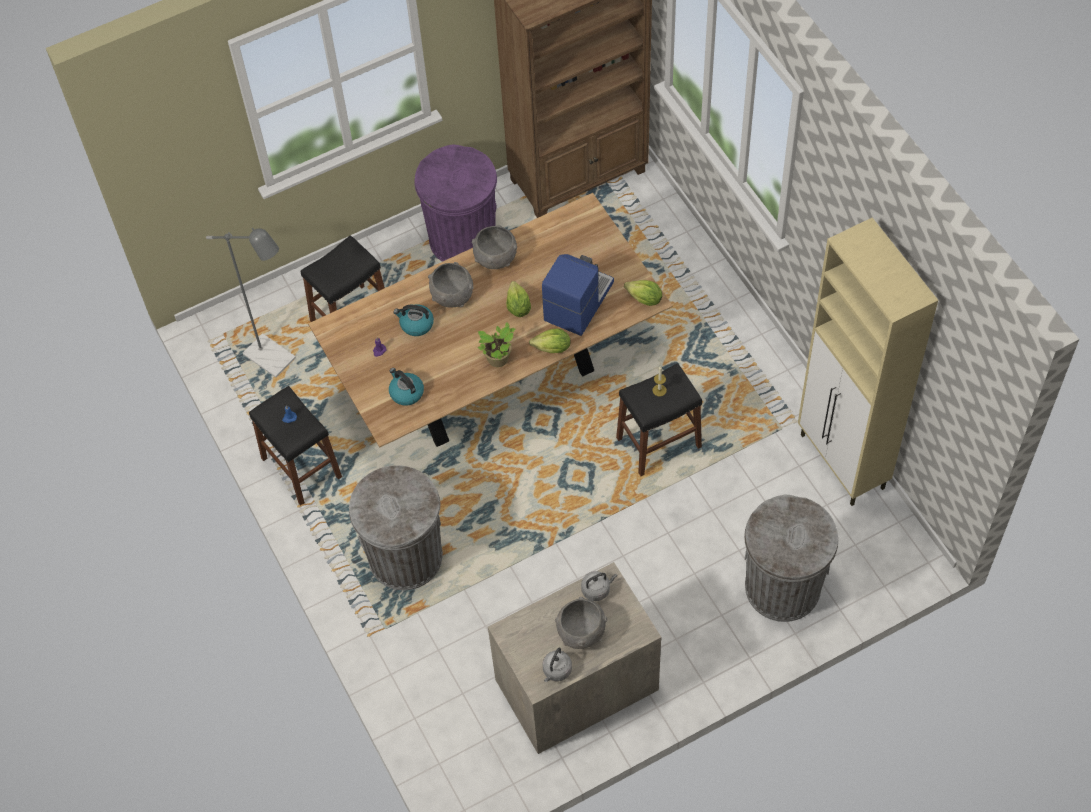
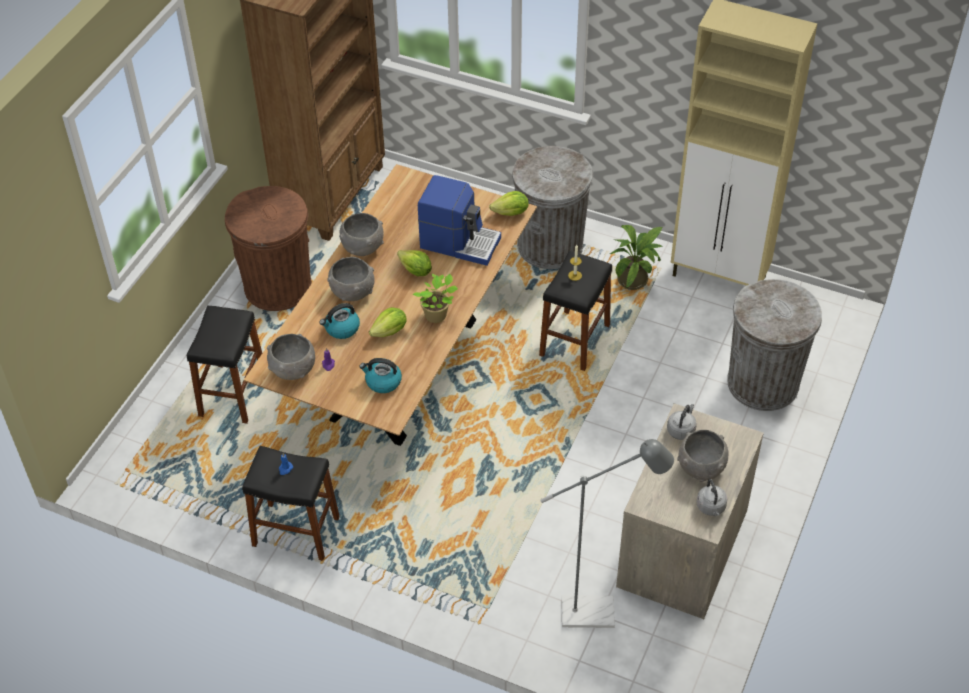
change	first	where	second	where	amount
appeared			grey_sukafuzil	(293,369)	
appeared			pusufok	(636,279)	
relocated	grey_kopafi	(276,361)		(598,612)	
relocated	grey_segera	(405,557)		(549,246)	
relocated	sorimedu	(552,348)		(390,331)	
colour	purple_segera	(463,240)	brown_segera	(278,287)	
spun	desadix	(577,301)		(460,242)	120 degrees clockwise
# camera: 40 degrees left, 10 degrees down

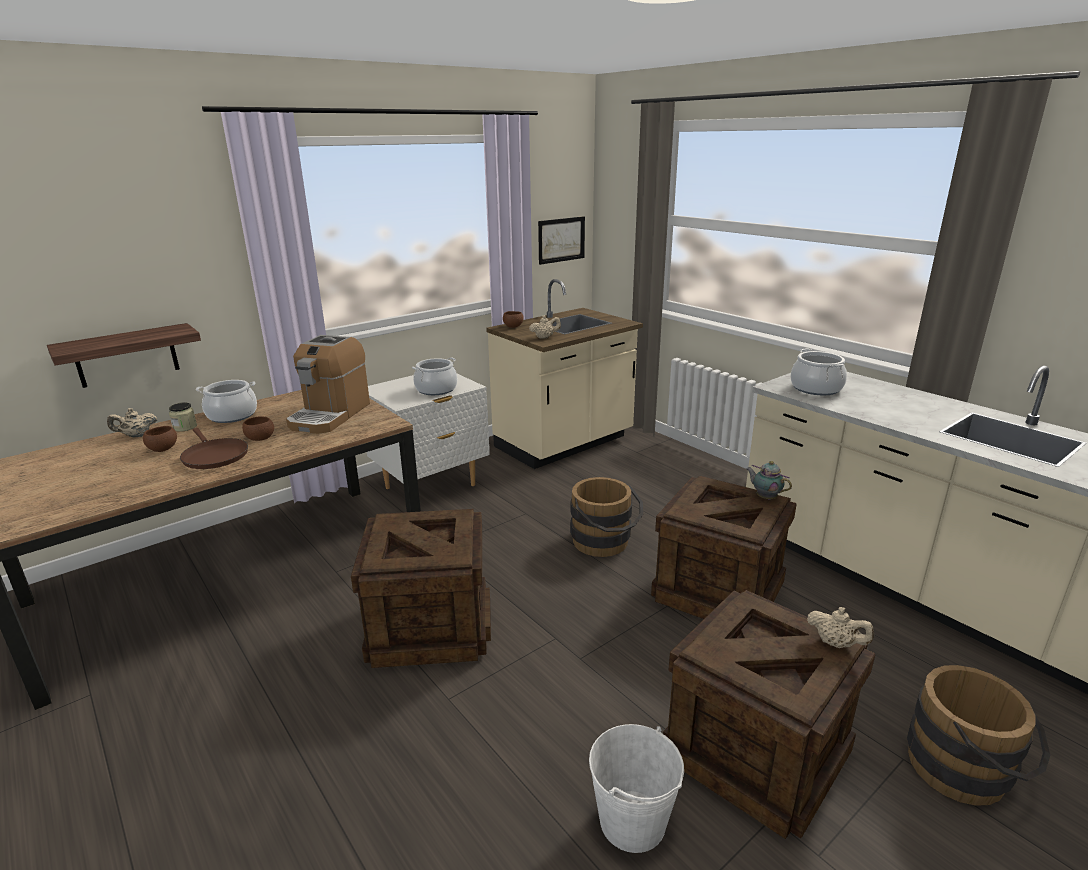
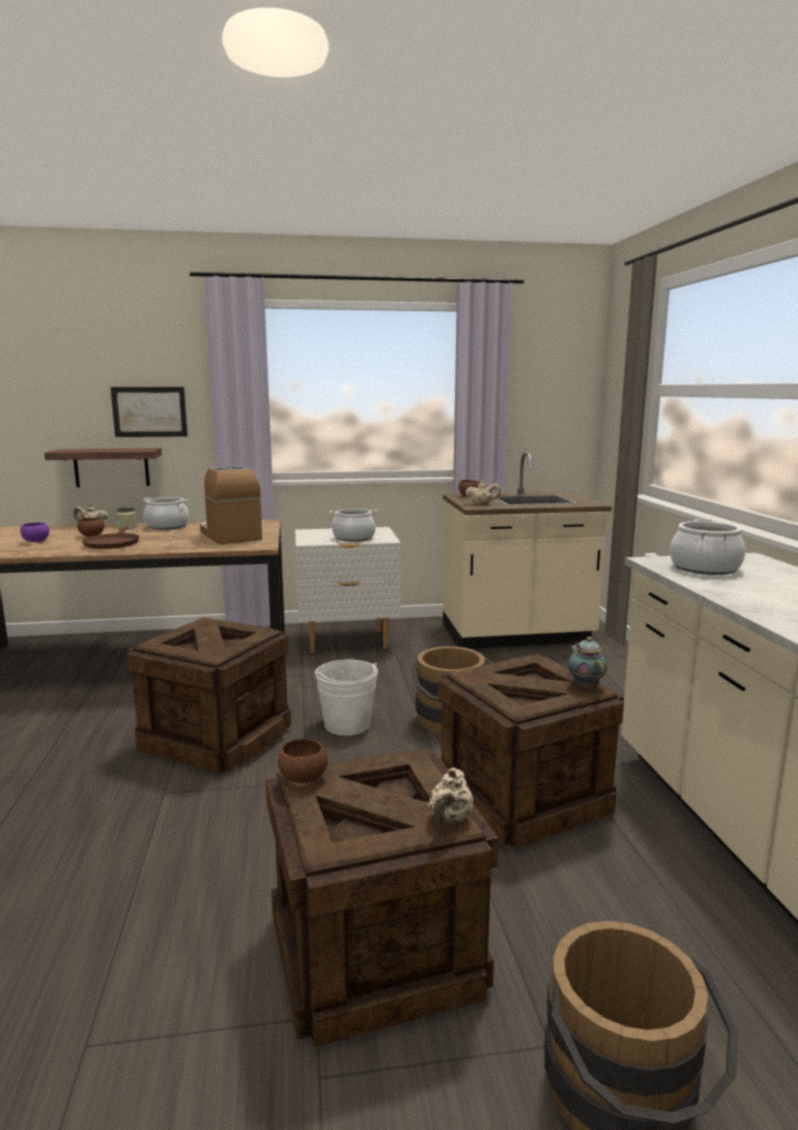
change	first	where	second	where	amount
appeared			purple_sukafuzil	(36,541)	
relocated	brown_sukafuzil	(260,439)		(303,778)	
relocated	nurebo	(561,240)		(149,412)	
relocated	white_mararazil	(632,821)		(347,725)	
spun	desadix	(330,415)		(230,535)	105 degrees clockwise
spun	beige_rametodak	(836,643)		(449,820)	45 degrees clockwise
# camera: 30 degrees right, 10 degrees down

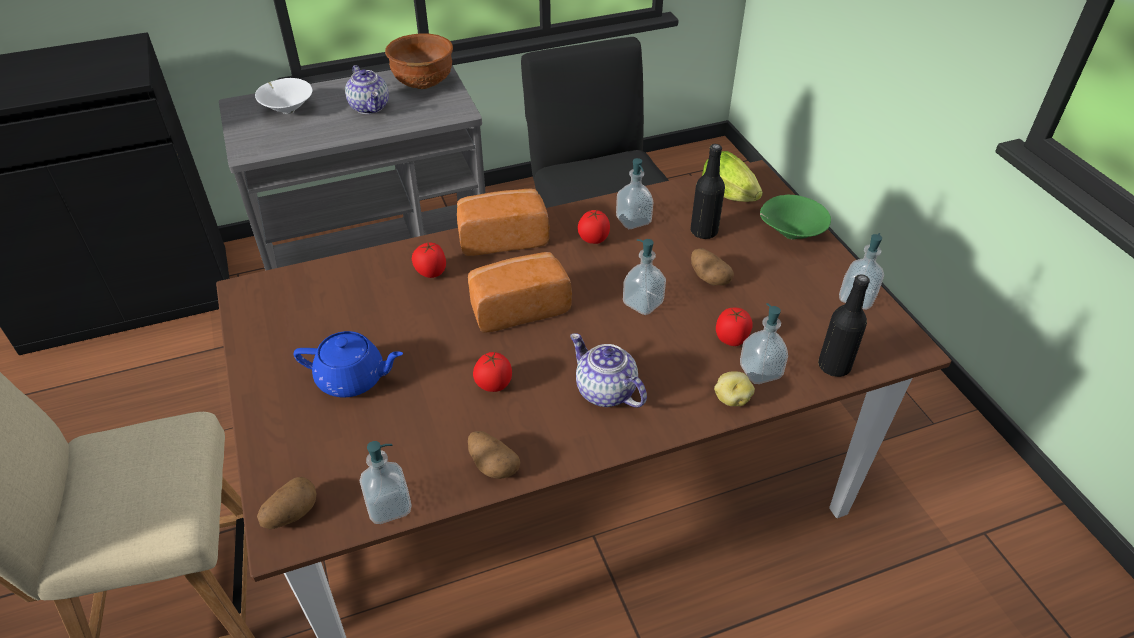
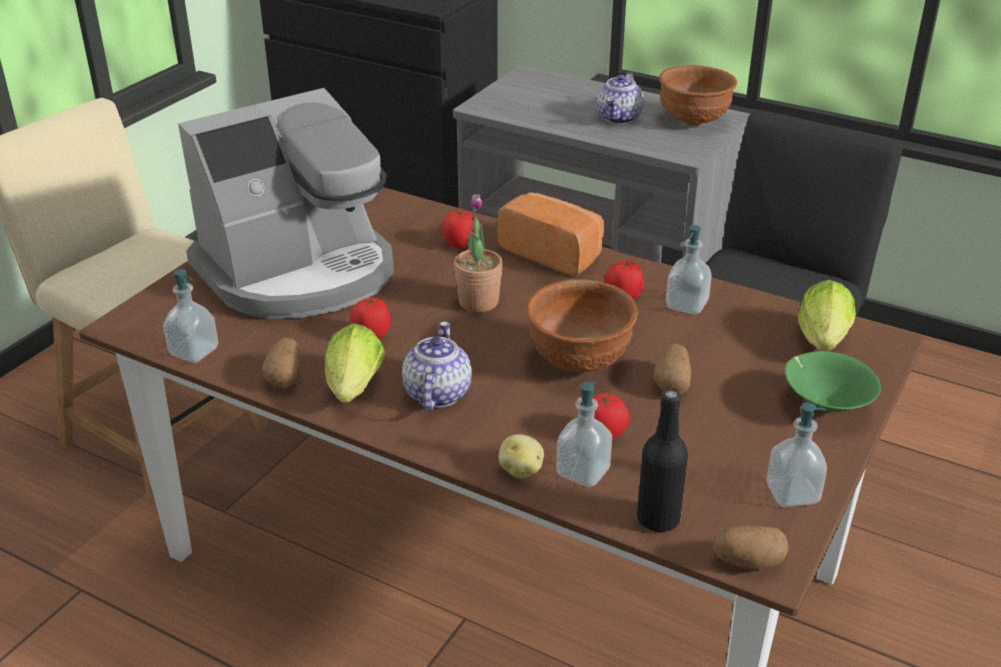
change	first	where	second	where	amount
missing	white_sukafuzil	(287,110)			
missing	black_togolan	(704,231)			
appeared			sorimedu	(353,391)	
relocated	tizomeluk	(291,514)		(748,561)	
exchanged	blue_rametodak	(353,379)	desadix	(299,272)	
exchanged	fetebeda	(517,306)	pusufok	(478,302)	
exchanged	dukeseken	(643,303)	brown_sukafuzil	(578,362)	
# camera: 50 degrees right, 10 degrees down

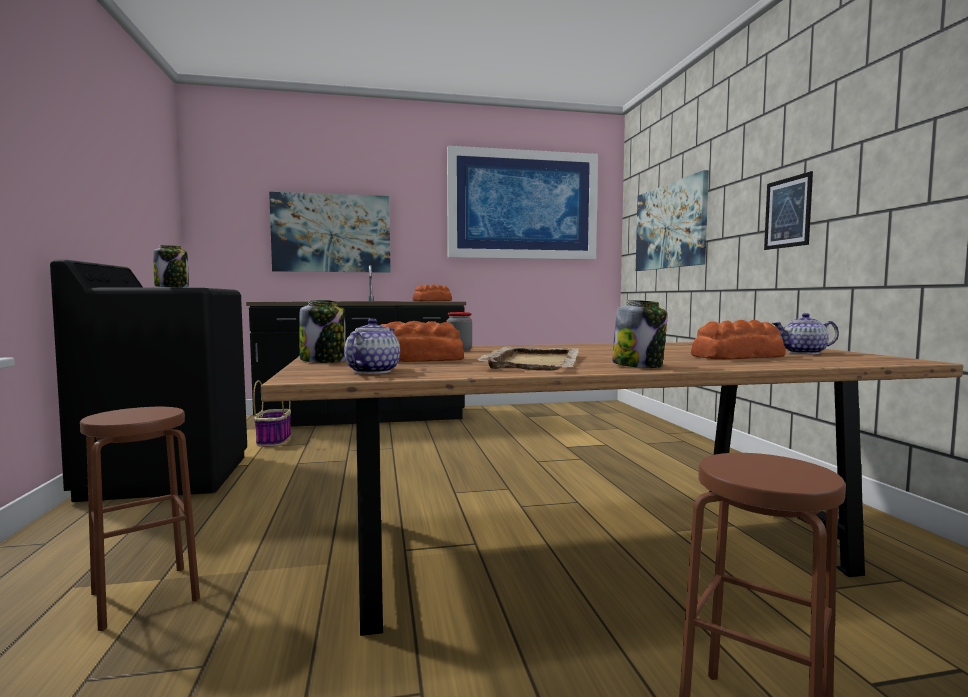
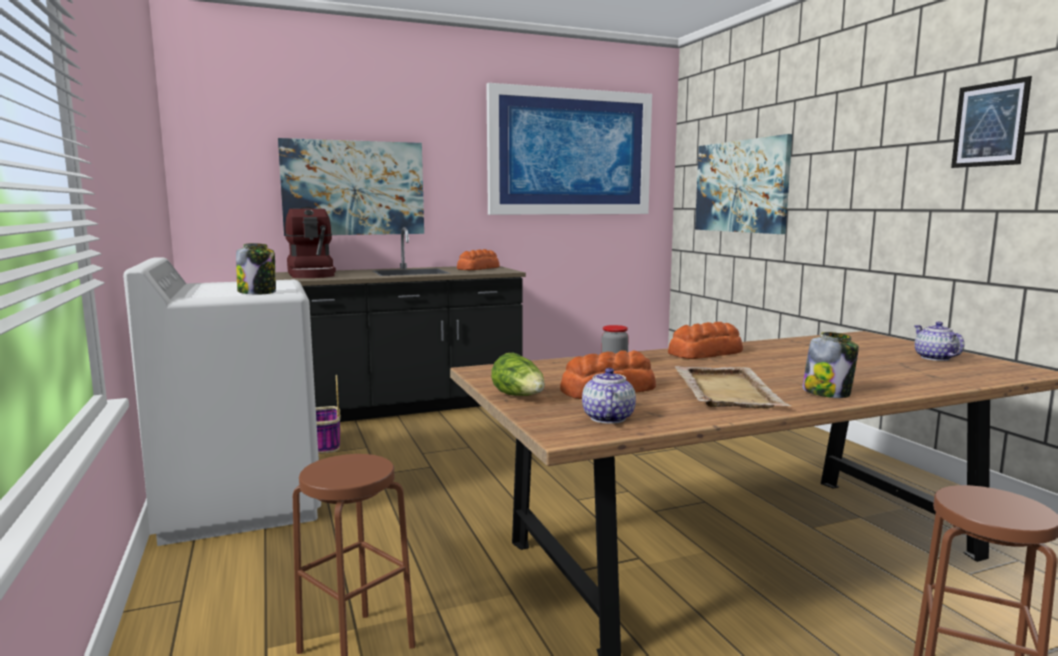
change	first	where	second	where	amount
appeared			desadix	(312,274)	
relocated	fetebeda	(738,357)		(706,353)	
relocated	nurebo	(787,212)		(989,124)	
exchanged	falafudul	(324,360)	sorimedu	(520,397)	
colour	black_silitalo	(168,476)	white_silitalo	(241,502)	
spun	rametodak	(804,352)		(935,358)	90 degrees clockwise
# camera: 10 degrees left, 5 degrees up

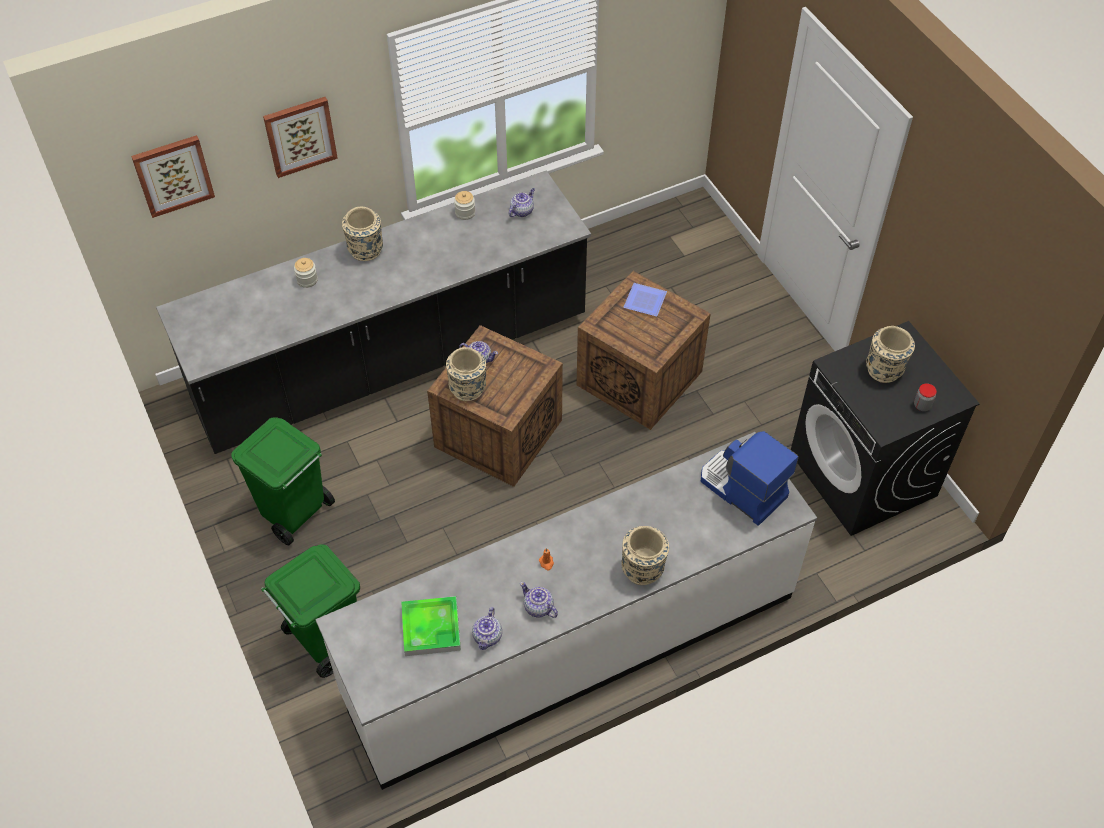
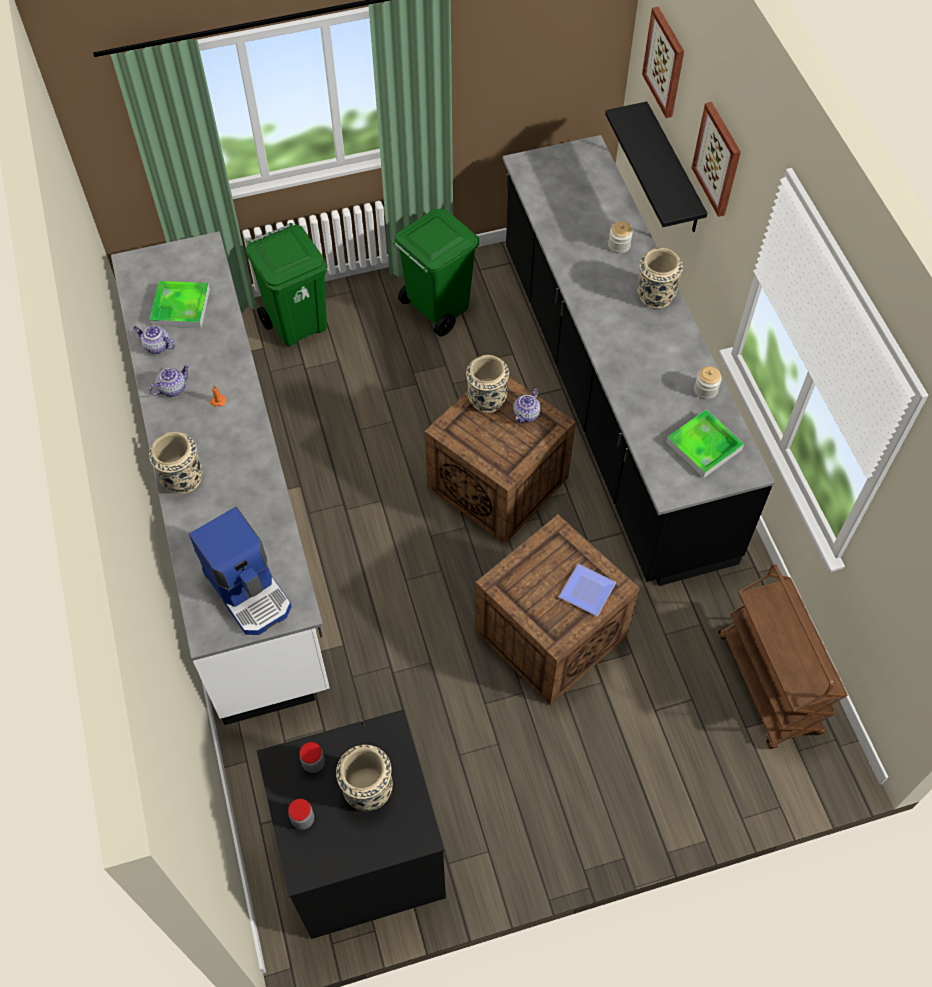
change	first	where	second	where	amount
appeared			falafudul	(313,763)	
appeared			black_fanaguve	(673,170)	
appeared			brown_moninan	(769,685)	
exchanged	rametodak	(522,211)	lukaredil	(703,446)	
spun	desadix	(741,489)		(249,590)	90 degrees clockwise
# camera: 100 degrees right, 5 degrees up

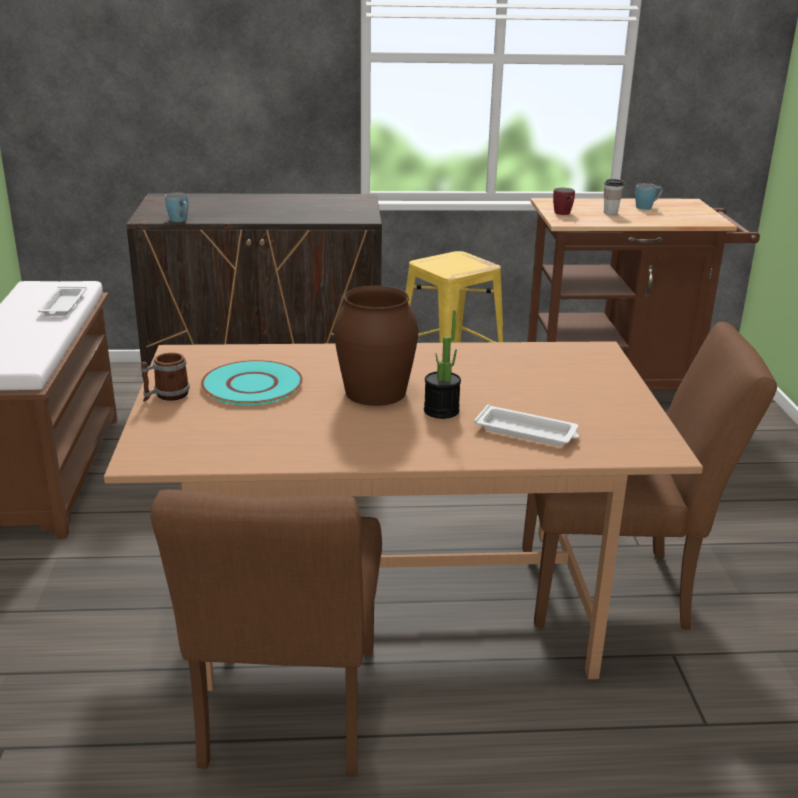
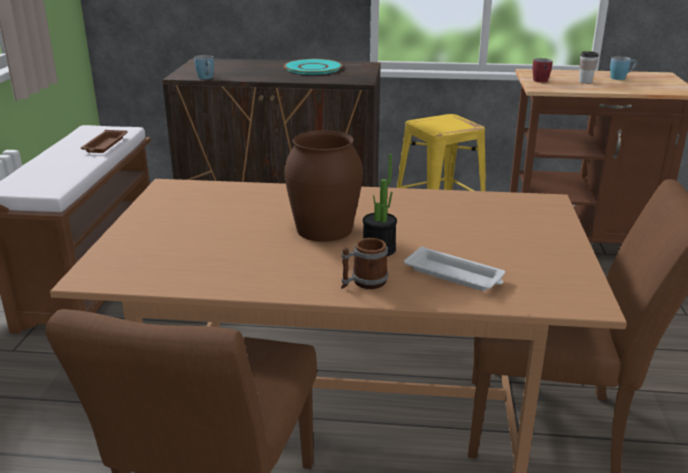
change	first	where	second	where	amount
relocated	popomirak	(166,396)		(363,283)	
relocated	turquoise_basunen	(253,385)		(313,68)	
colour	white_lukaredil	(63,306)	brown_lukaredil	(105,145)	
# camera: 10 degrees right, 0 degrees up

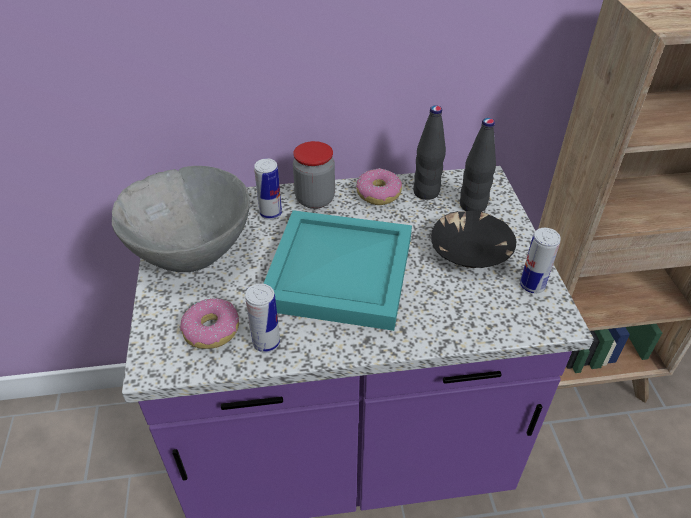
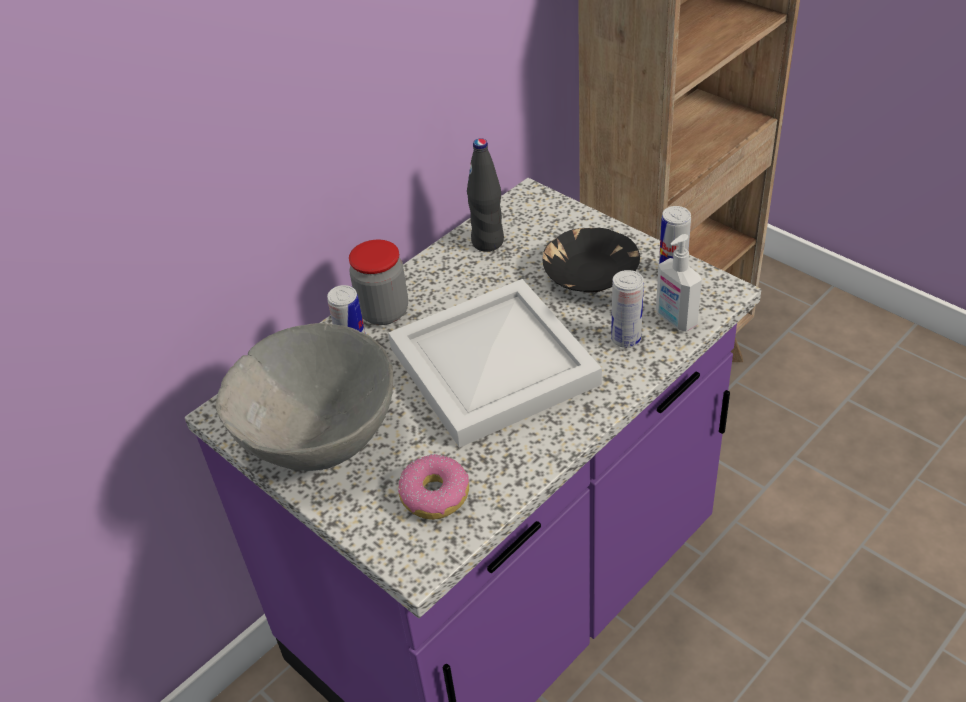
change	first	where	second	where	amount
missing	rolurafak	(378,193)			
missing	black_togolan	(473,205)			
appeared			dukeseken	(675,320)	
relocated	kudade	(266,343)		(626,339)	
colour	turquoise_lukaredil	(337,270)	white_lukaredil	(490,365)	
# camera: 35 degrees left, 0 degrees up

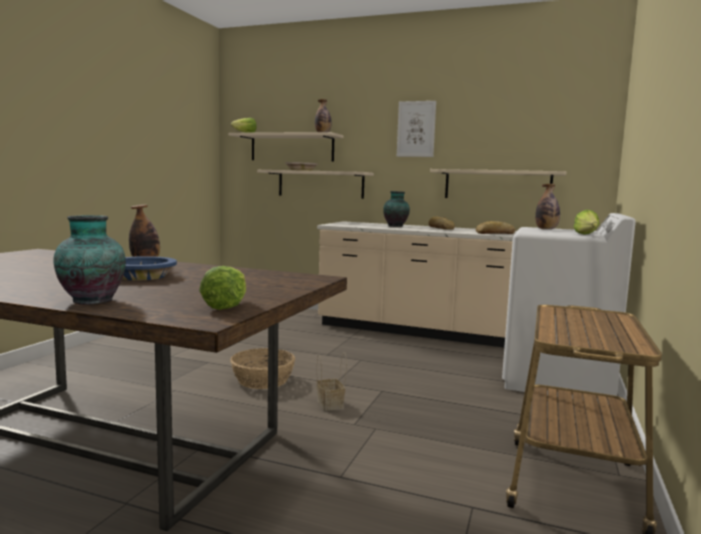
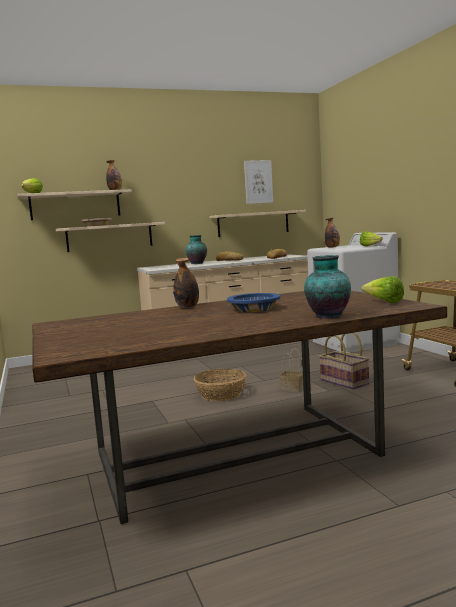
change	first	where	second	where	amount
appeared			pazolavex	(345,382)	
relocated	nurebo	(416,129)		(258,182)	
# camera: 40 degrees left, 0 degrees up

